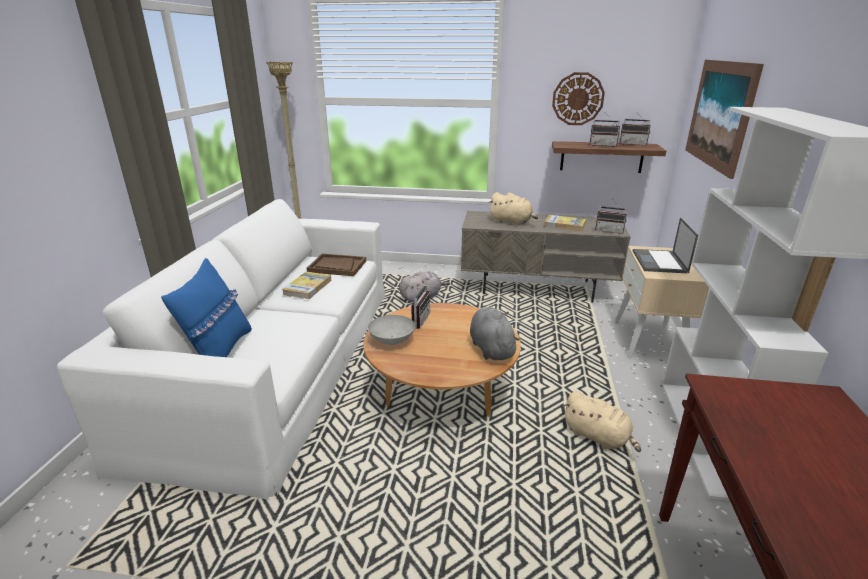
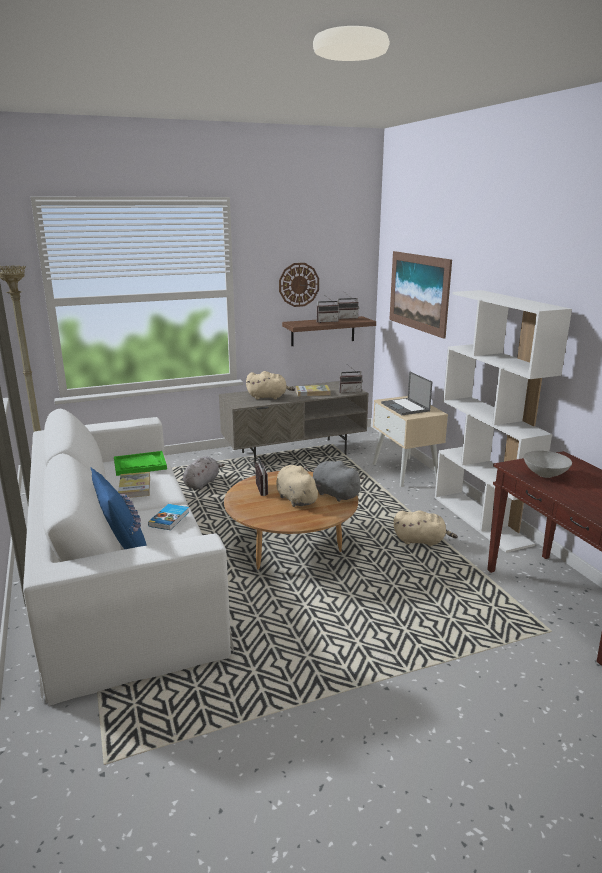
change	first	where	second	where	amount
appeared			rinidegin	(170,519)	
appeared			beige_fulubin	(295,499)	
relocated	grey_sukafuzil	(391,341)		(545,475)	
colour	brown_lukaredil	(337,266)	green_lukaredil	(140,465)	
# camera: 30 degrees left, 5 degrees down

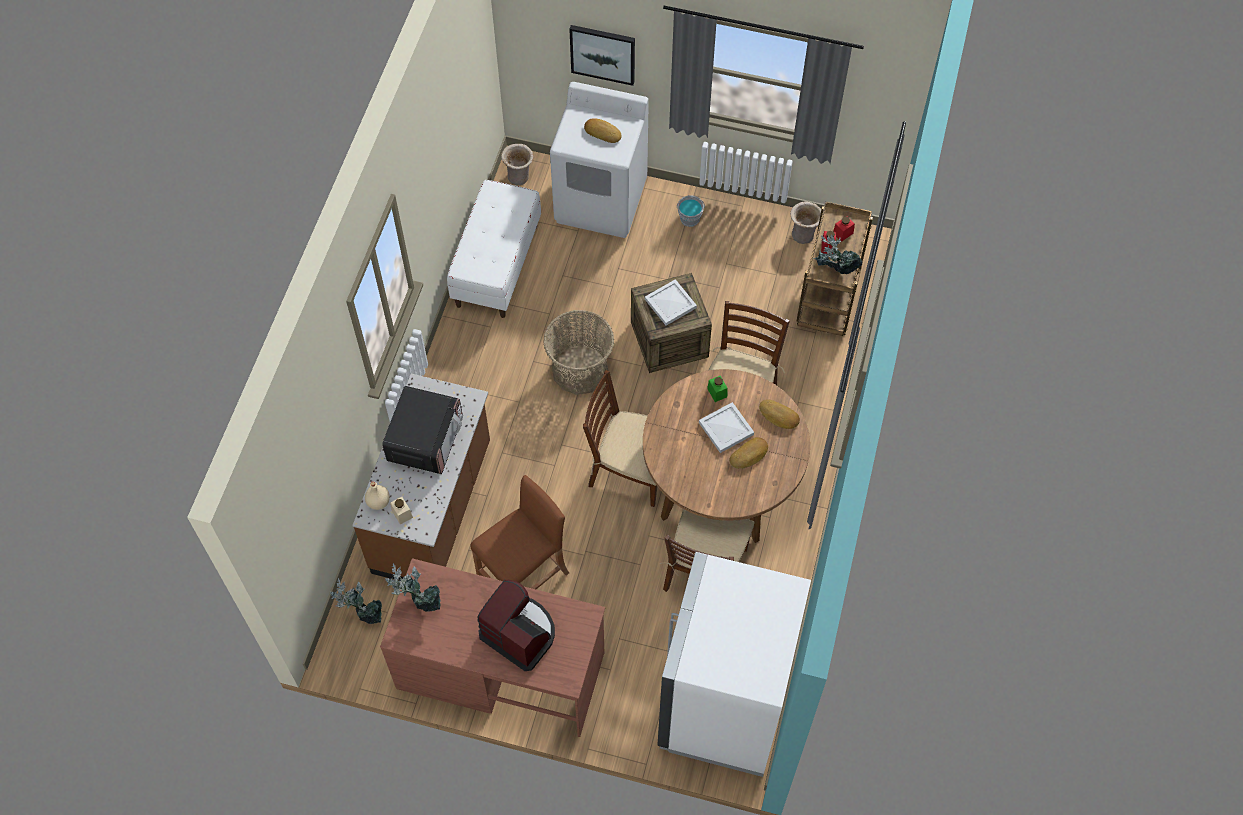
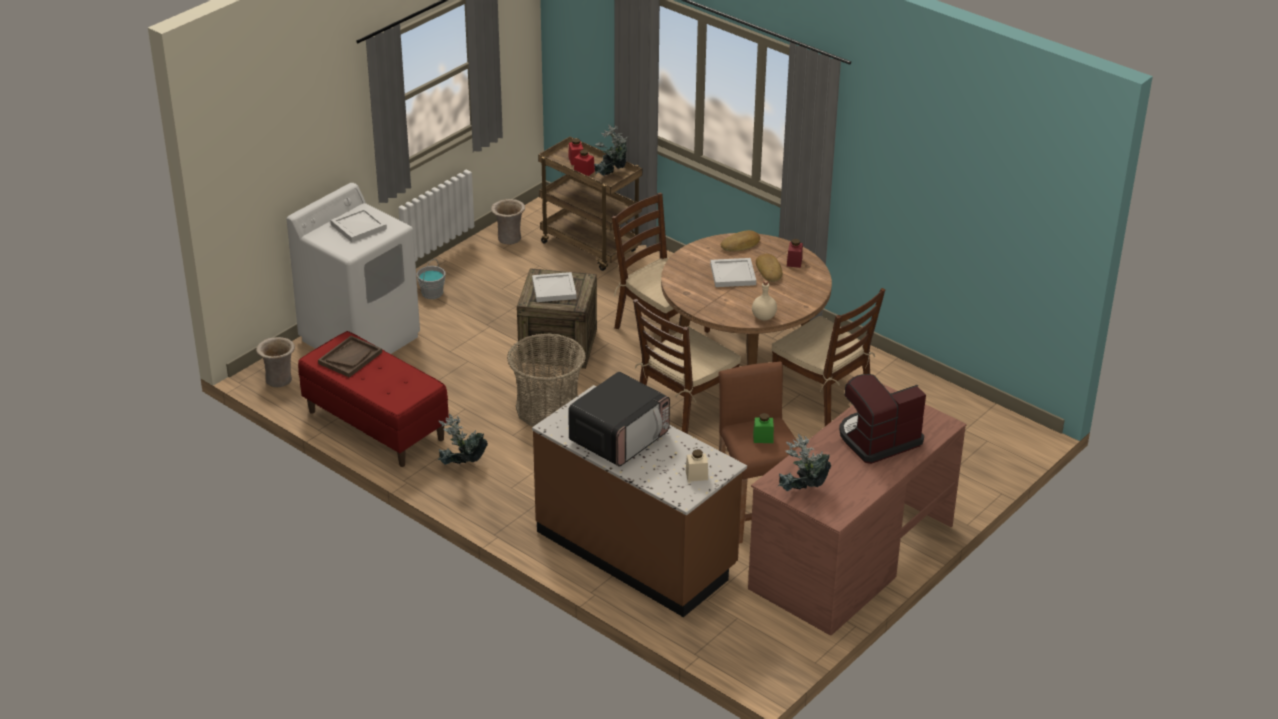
change	first	where	second	where	amount
missing	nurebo	(603,53)			
missing	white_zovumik	(723,705)			
appeared			brown_lukaredil	(350,358)	
appeared			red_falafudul	(794,262)	
relocated	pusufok	(362,613)		(462,466)	
relocated	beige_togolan	(378,502)		(763,317)	
relocated	green_falafudul	(717,392)		(763,438)	
exchanged	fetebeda	(603,132)	white_lukaredil	(357,227)	
colour	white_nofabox	(497,265)	red_nofabox	(375,425)	
spun	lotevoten	(425,439)		(619,437)	90 degrees clockwise
# camera: 65 degrees left, 25 degrees down

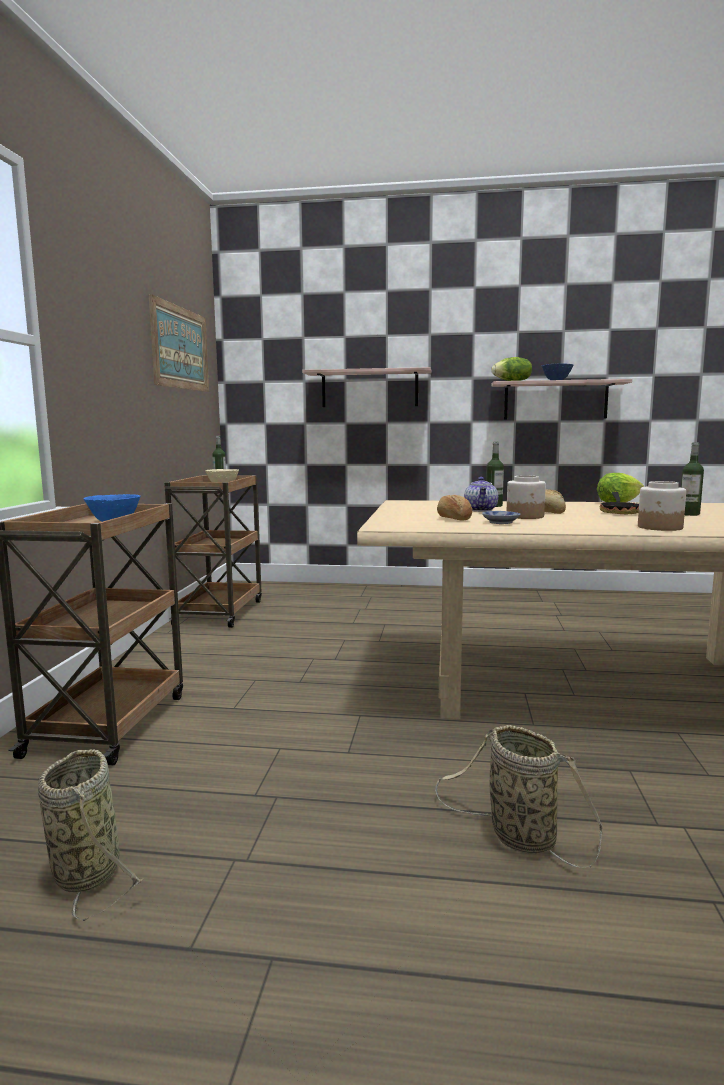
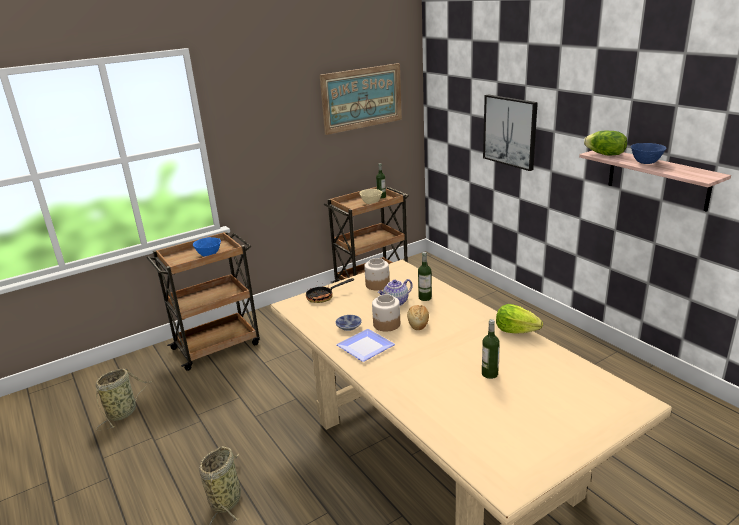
change	first	where	second	where	amount
missing	fetebeda	(453,519)			
appeared			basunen	(363,347)	
relocated	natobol	(619,512)		(324,297)	
relocated	falafudul	(660,527)		(377,285)	
exchanged	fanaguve	(369,389)	nurebo	(510,131)	
# camera: 50 degrees right, 15 degrees up

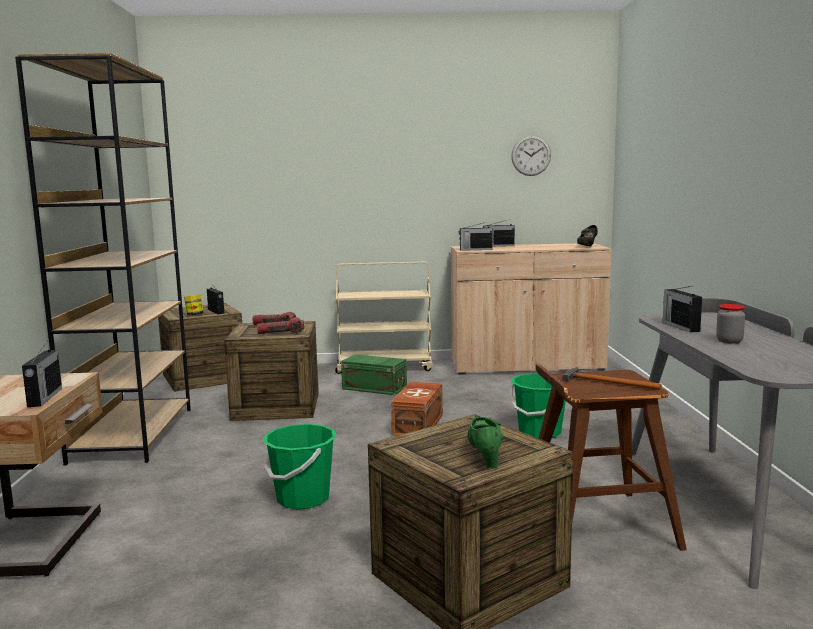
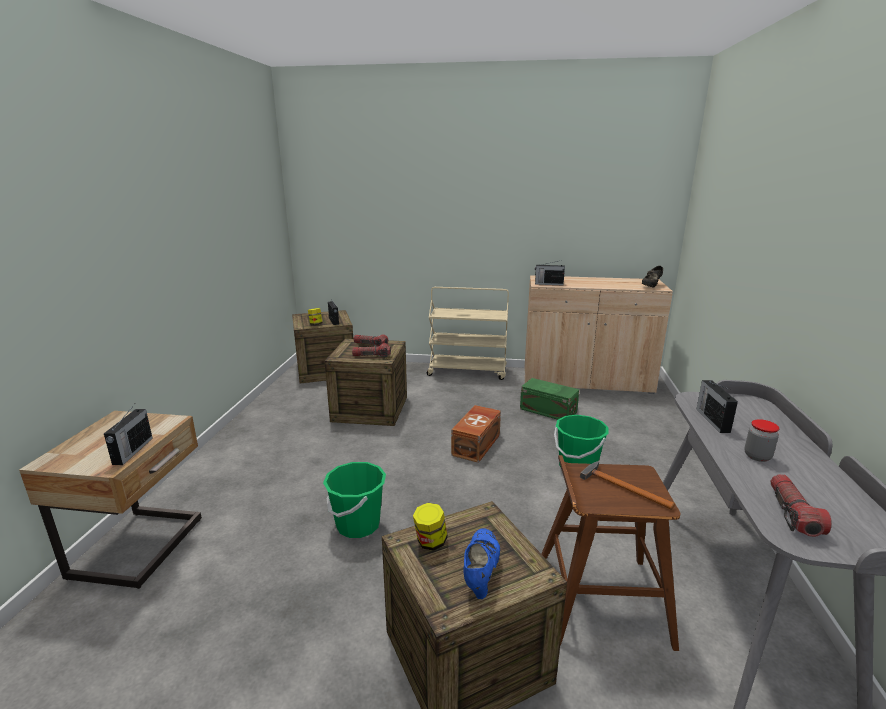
change	first	where	second	where	amount
missing	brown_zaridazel	(133,434)			
missing	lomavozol	(498,246)			
missing	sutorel	(531,155)			
appeared			falafudul	(430,542)	
appeared			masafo	(792,513)	
relocated	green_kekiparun	(375,388)		(548,411)	
colour	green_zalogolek	(485,454)	blue_zalogolek	(480,572)	
# camera: 10 degrees right, 10 degrees up

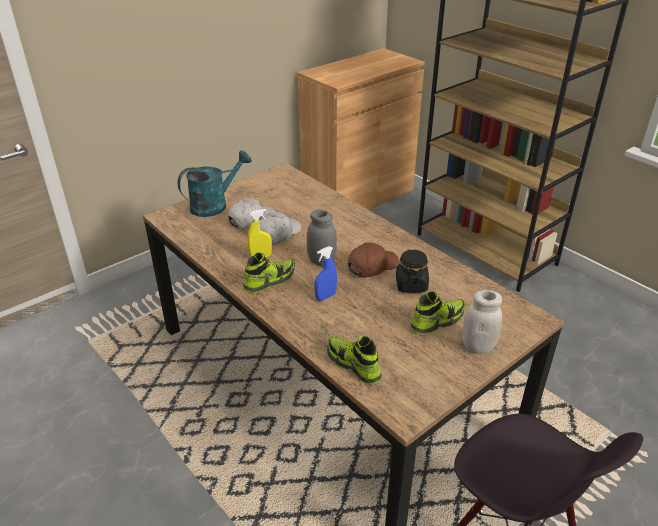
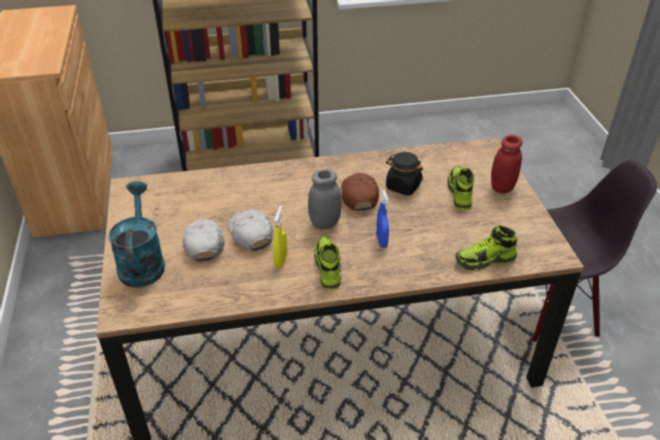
change	first	where	second	where	amount
colour	white_falafudul	(478,346)	red_falafudul	(502,187)	
# camera: 60 degrees left, 5 degrees up

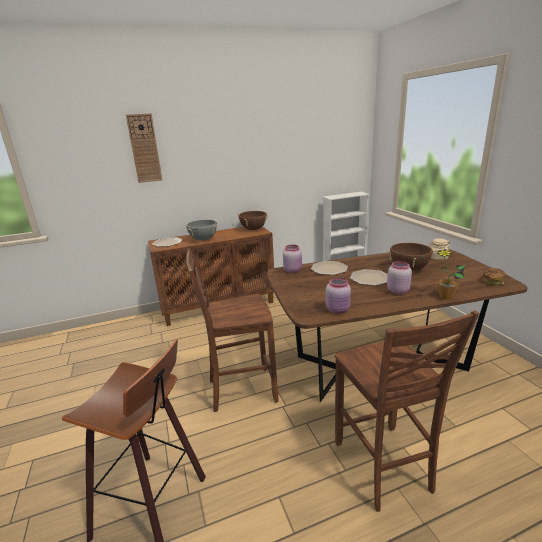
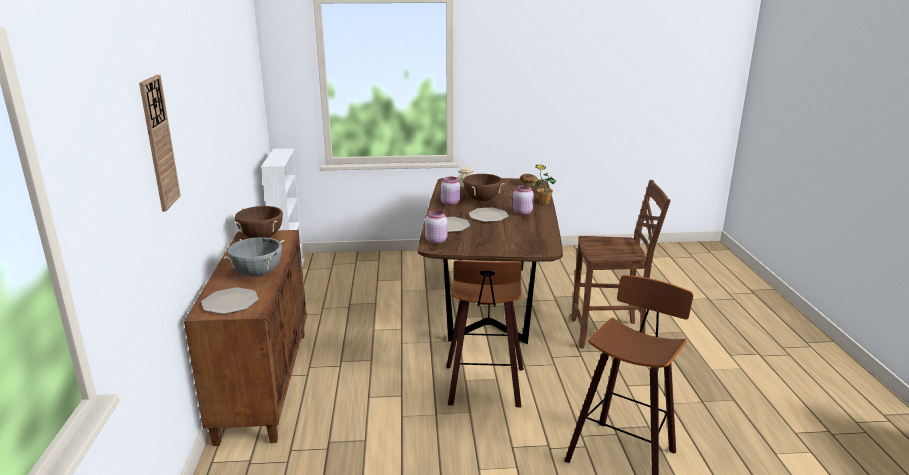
change	first	where	second	where	amount
relocated	pink_falafudul	(338,310)		(451,203)	
exchanged	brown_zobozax	(240,389)	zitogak	(485,388)	
# camera: 75 degrees left, 0 degrees up

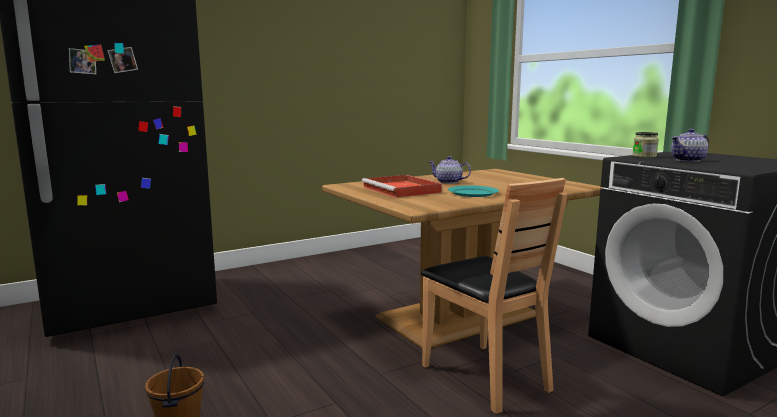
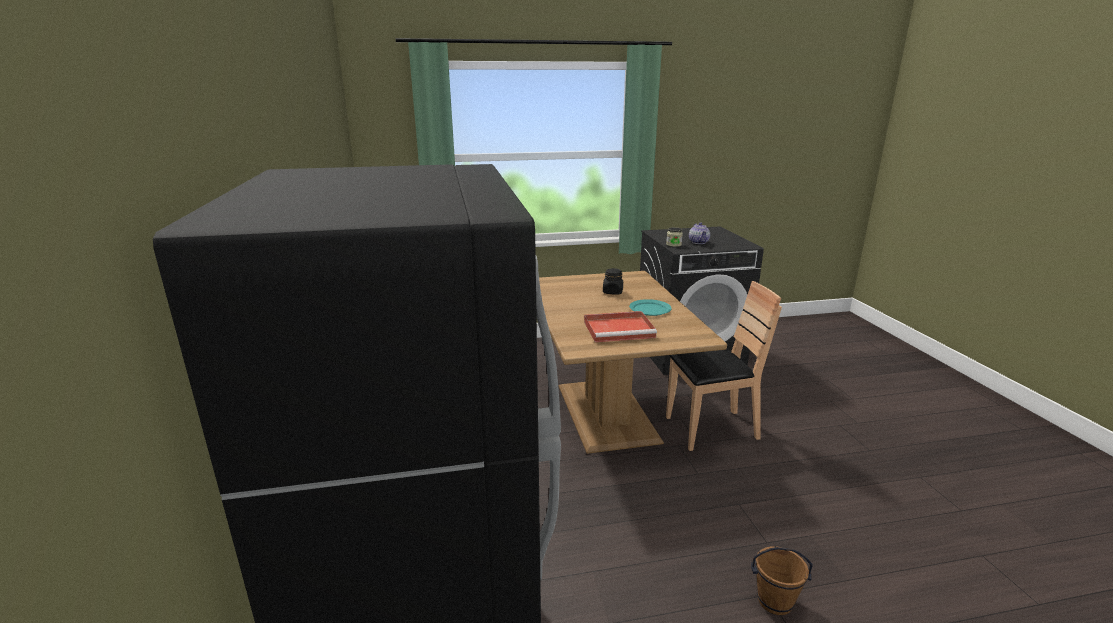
change	first	where	second	where	amount
missing	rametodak	(449,182)			
appeared			black_falafudul	(612,292)	
# camera: 70 degrees left, 10 degrees up

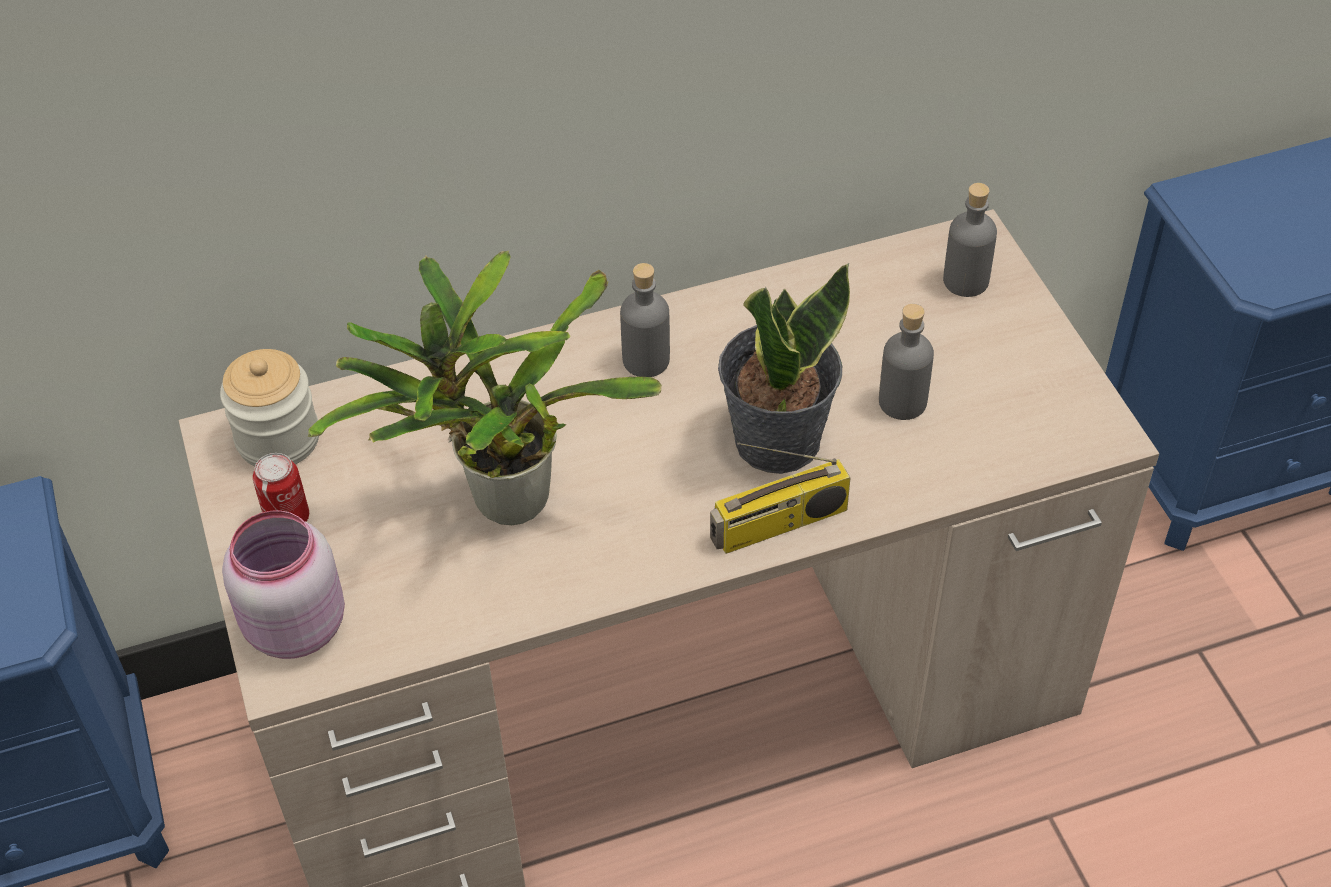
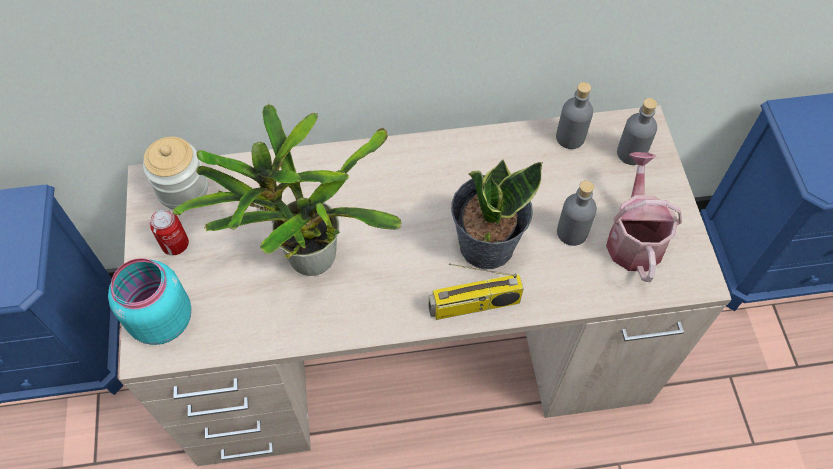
change	first	where	second	where	amount
appeared			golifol	(633,238)	
relocated	grey_togolan	(646,360)		(570,137)	
colour	pink_falafudul	(292,626)	turquoise_falafudul	(160,320)	
# camera: 10 degrees right, 10 degrees up

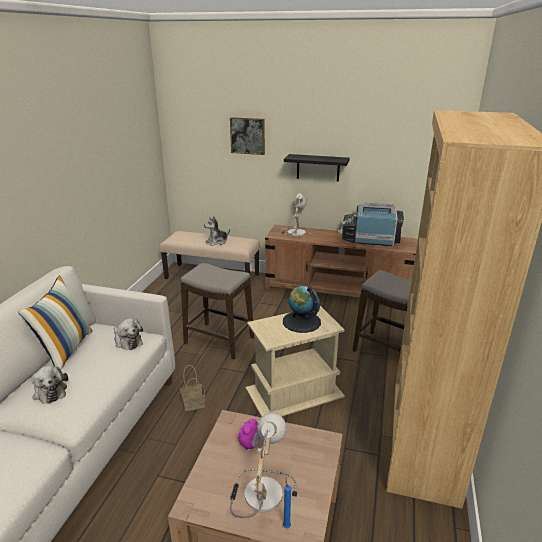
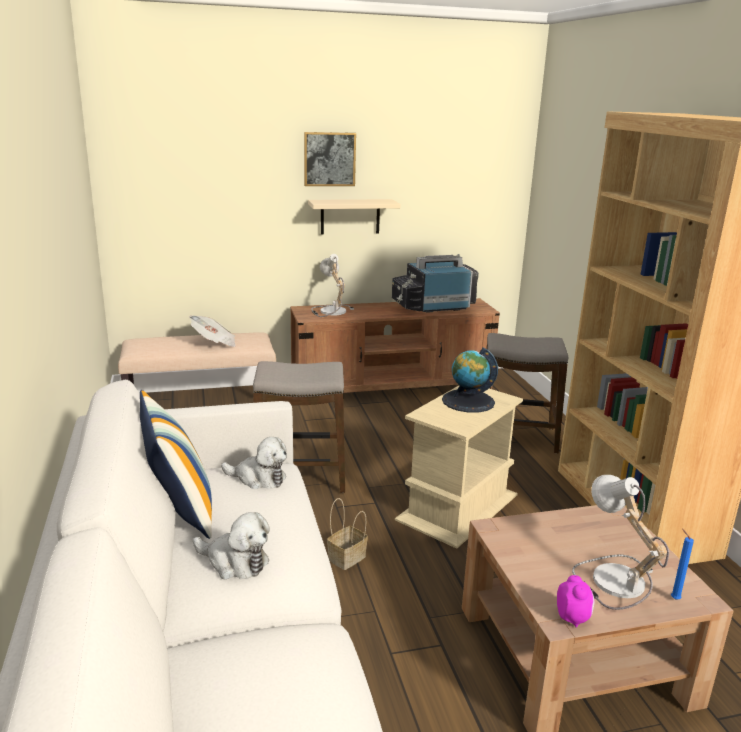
change	first	where	second	where	amount
relocated	nurebo	(247,135)		(329,159)	
relocated	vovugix	(251,444)		(572,618)	
exchanged	fulubin	(217,242)	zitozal	(214,343)	
colour	black_fanaguve	(318,167)	beige_fanaguve	(350,216)	
# camera: 30 degrees left, 5 degrees down

